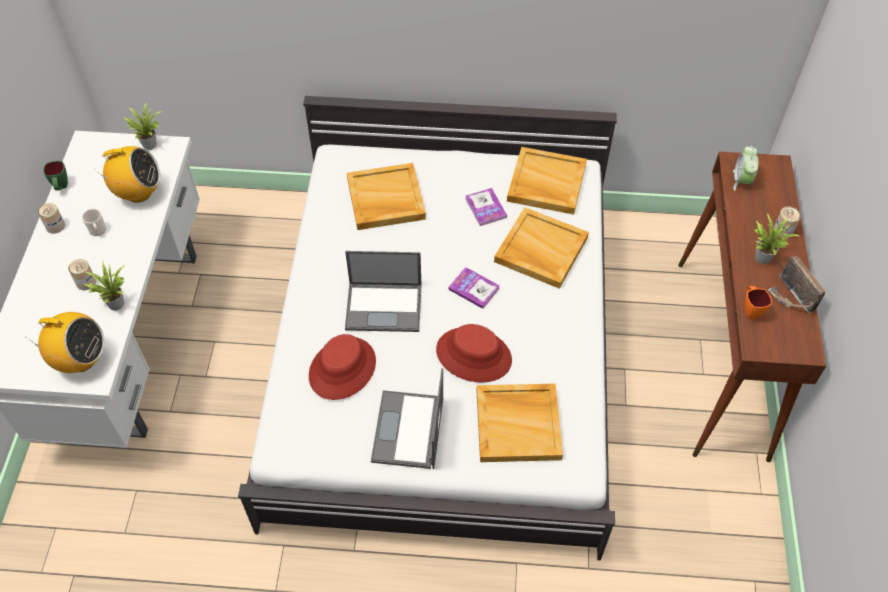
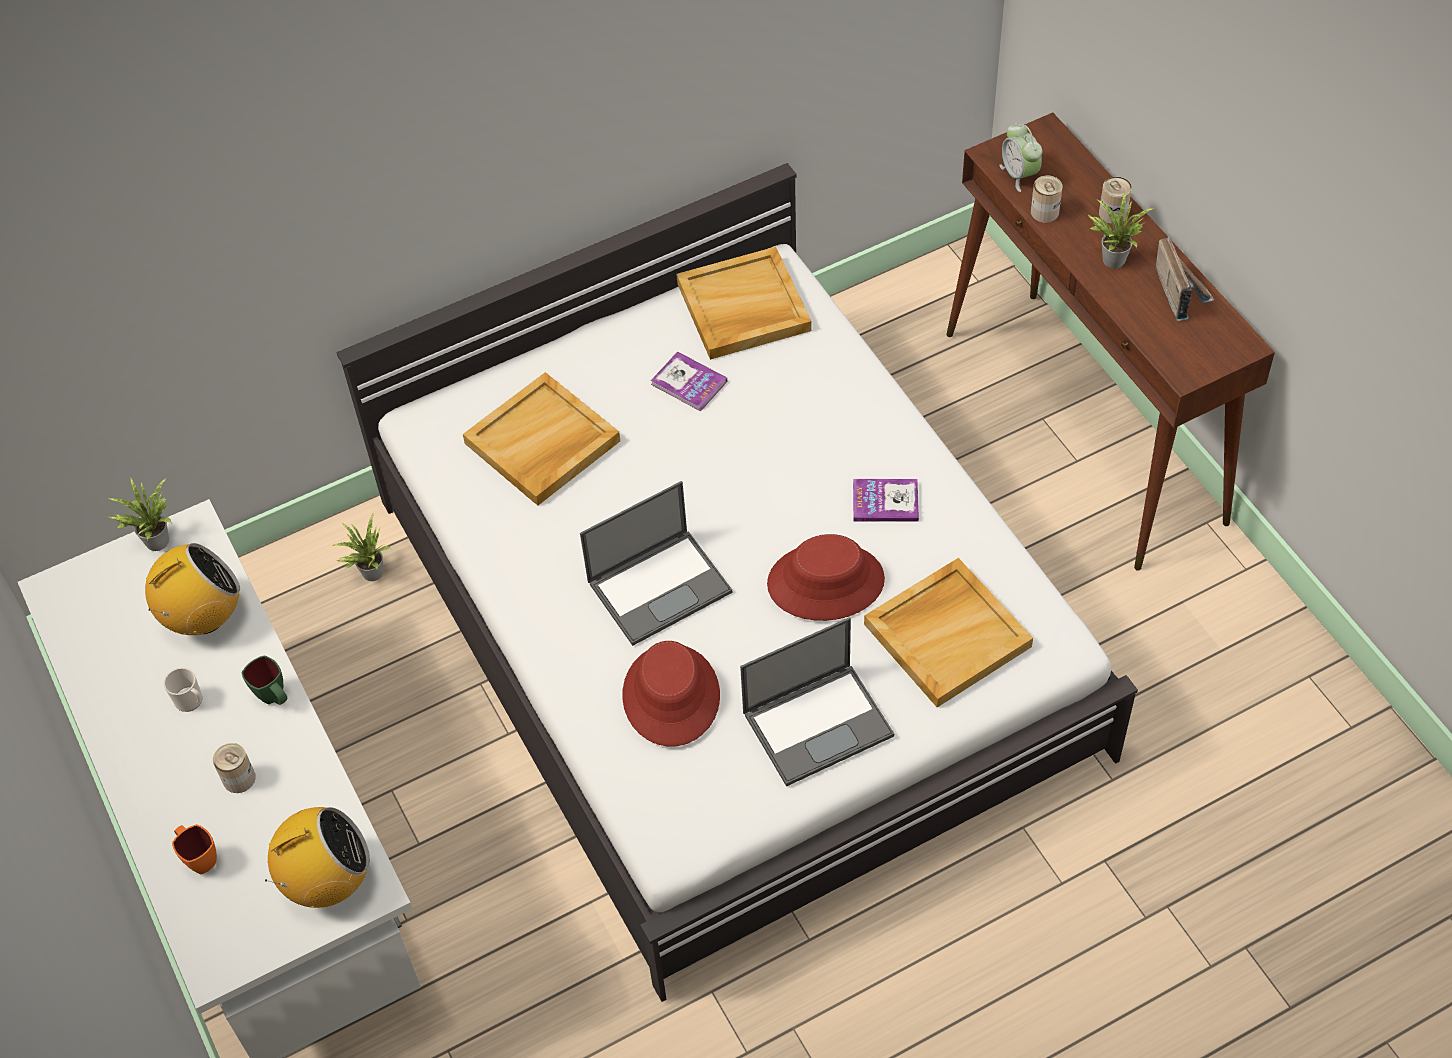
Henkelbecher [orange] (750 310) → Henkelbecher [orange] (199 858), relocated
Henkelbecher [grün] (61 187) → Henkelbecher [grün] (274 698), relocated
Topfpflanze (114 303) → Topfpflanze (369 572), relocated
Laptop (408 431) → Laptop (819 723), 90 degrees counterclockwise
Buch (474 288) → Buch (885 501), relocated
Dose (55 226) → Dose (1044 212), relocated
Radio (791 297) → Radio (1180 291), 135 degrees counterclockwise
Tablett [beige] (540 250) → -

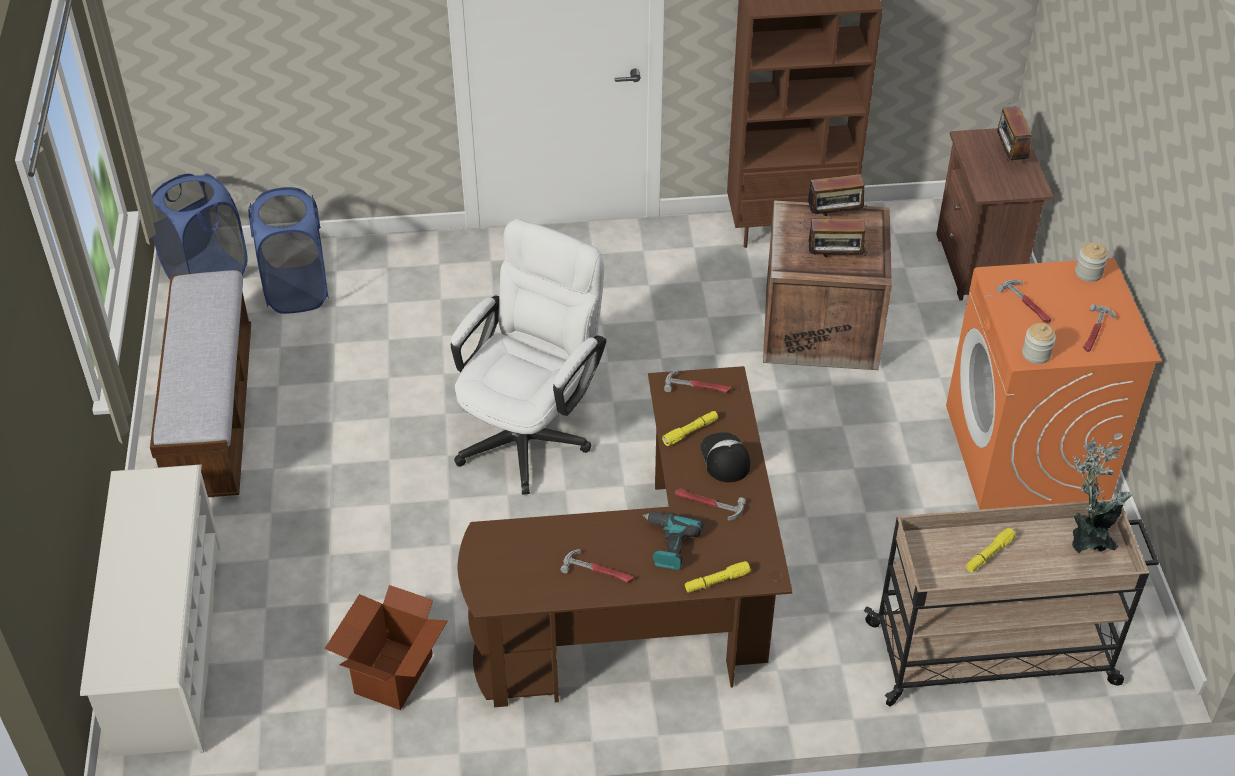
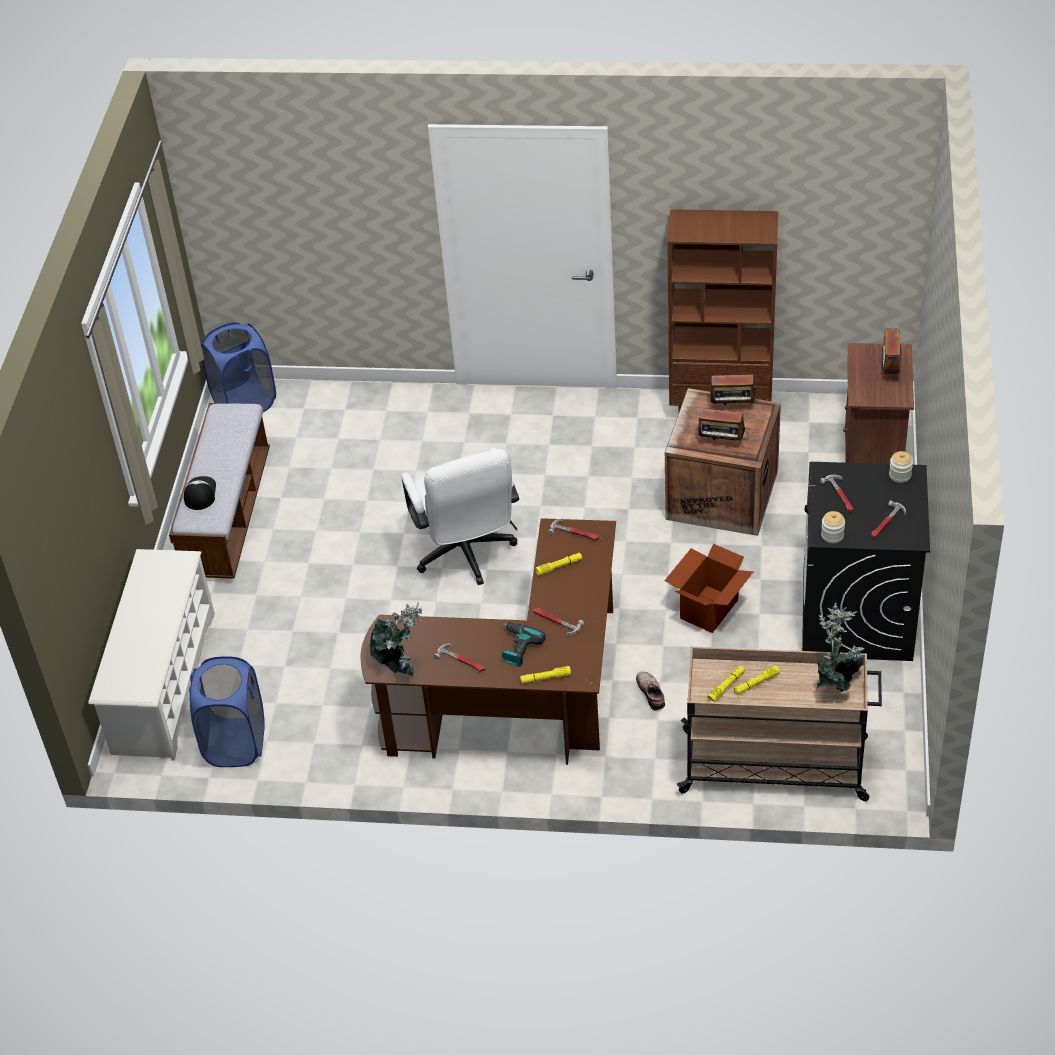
Kappe (724 458) → Kappe (200 493), relocated
Wäschekorb [blau] (297 290) → Wäschekorb [blau] (235 743), relocated
- → Topfpflanze (399 664)
Bürostuhl [weiß] (531 431) → Bürostuhl [weiß] (466 554), 120 degrees clockwise
- → Schuh (652 692)
Karton (392 674) → Karton (708 609), relocated
- → Taschenlampe [gelb] (726 687)
Waschmaschine [orange] (1027 453) → Waschmaschine [schwarz] (857 616)

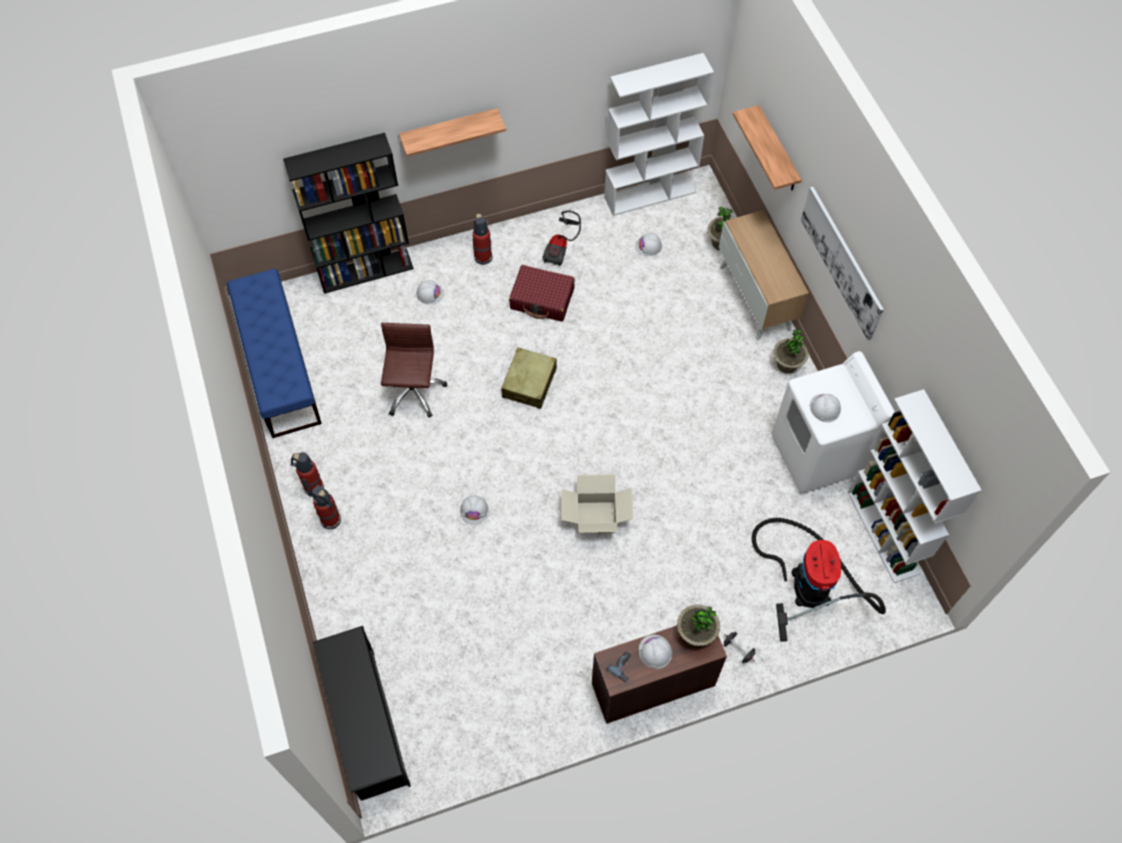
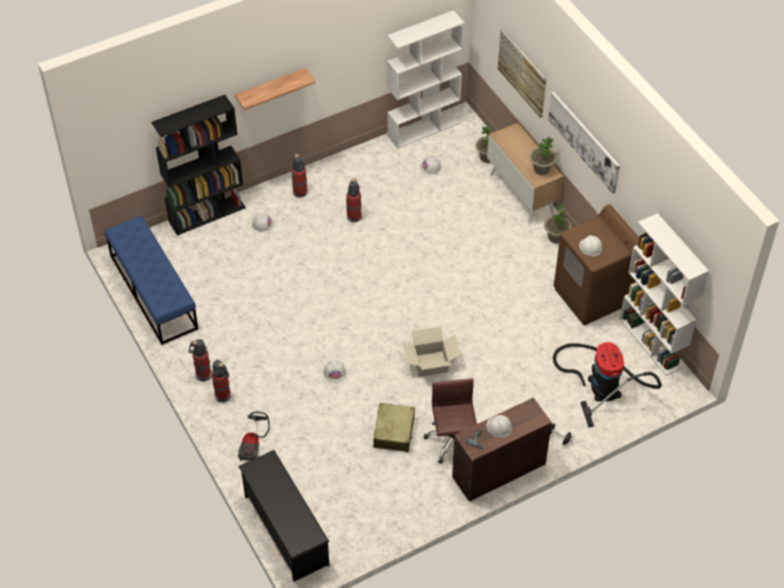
Staubsauger (561 247) → Staubsauger (254 444), relocated
Koffer [rot] (542 299) → Feuerlöscher (354 216)
Koffer [beige] (529 383) → Koffer [beige] (394 432), relocated
Bürostuhl [braun] (413 392) → Bürostuhl [braun] (452 441), relocated
Wandregal (777 150) → Bild (522 72)
Topfpflanze (695 634) → Topfpflanze (541 169), relocated
Waschmaschine [weiß] (818 455) → Waschmaschine [braun] (592 296)

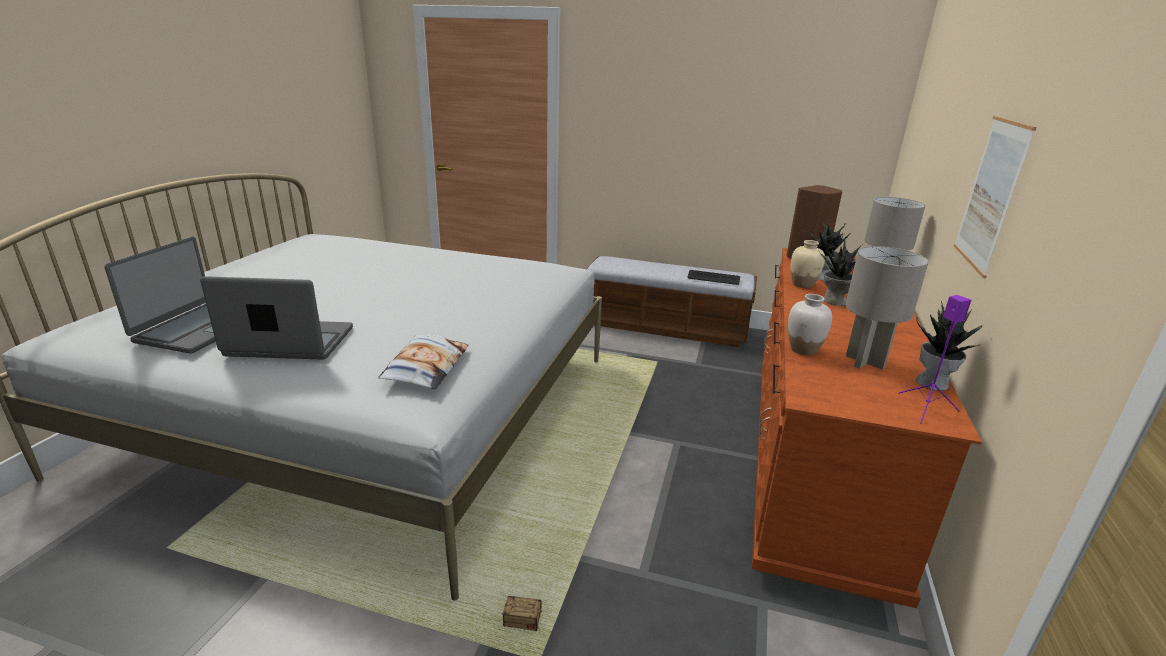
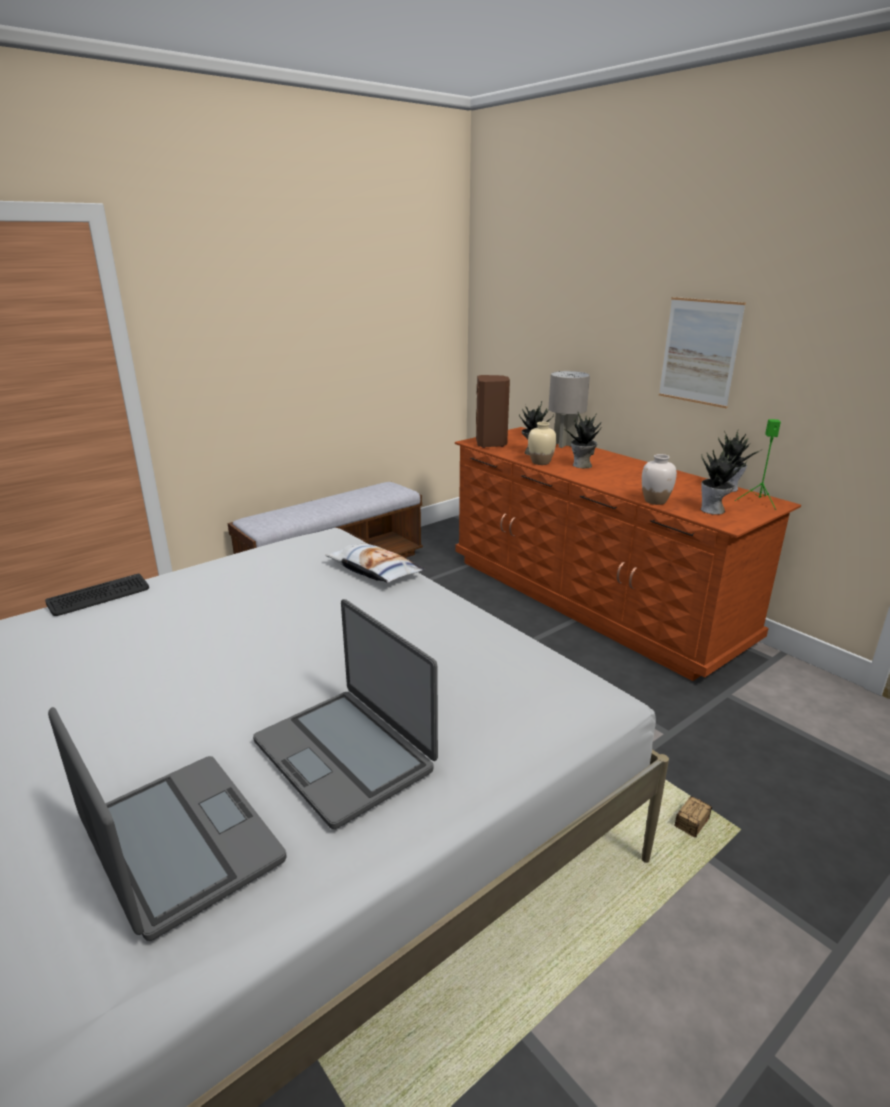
Tastatur (713 278) → Tastatur (99 596), relocated
Laptop (289 343) → Laptop (345 754), 75 degrees counterclockwise
Kissen (426 367) → Kissen (374 570), relocated
- → Topfpflanze (713 510)
Lautsprecher [lila] (926 408) → Lautsprecher [grün] (758 501)
Tischlampe [grau] (865 362) → -

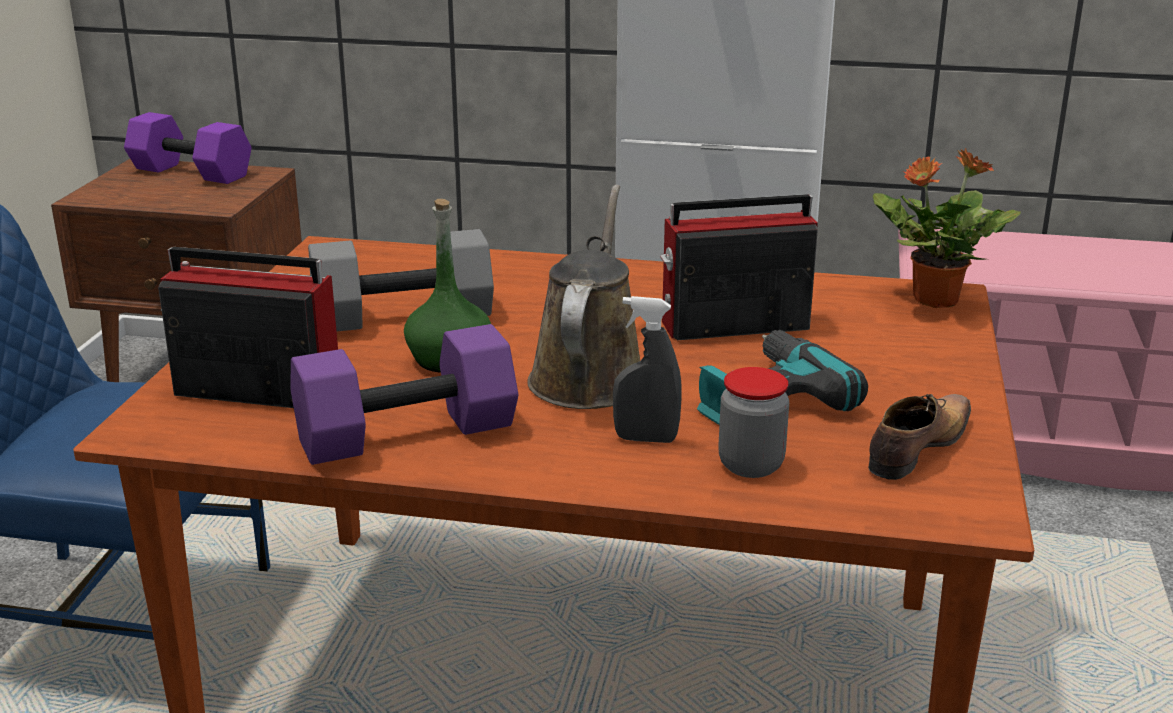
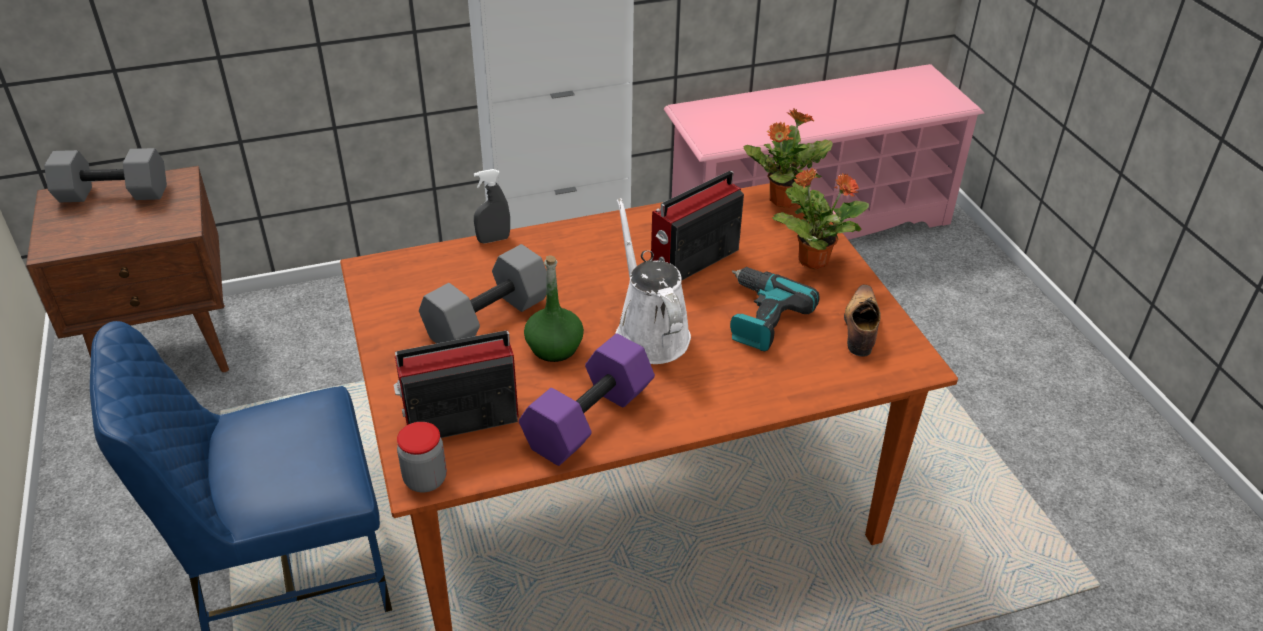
Hantel [lila] (188 173) → Hantel [grau] (112 195)
Vorratsglas (750 465) → Vorratsglas (425 479), relocated
Sprühflasche [grau] (646 439) → Sprühflasche [grau] (493 239), relocated
Gießkanne [braun] (589 376) → Gießkanne [weiß] (649 332)
- → Topfpflanze (812 259)

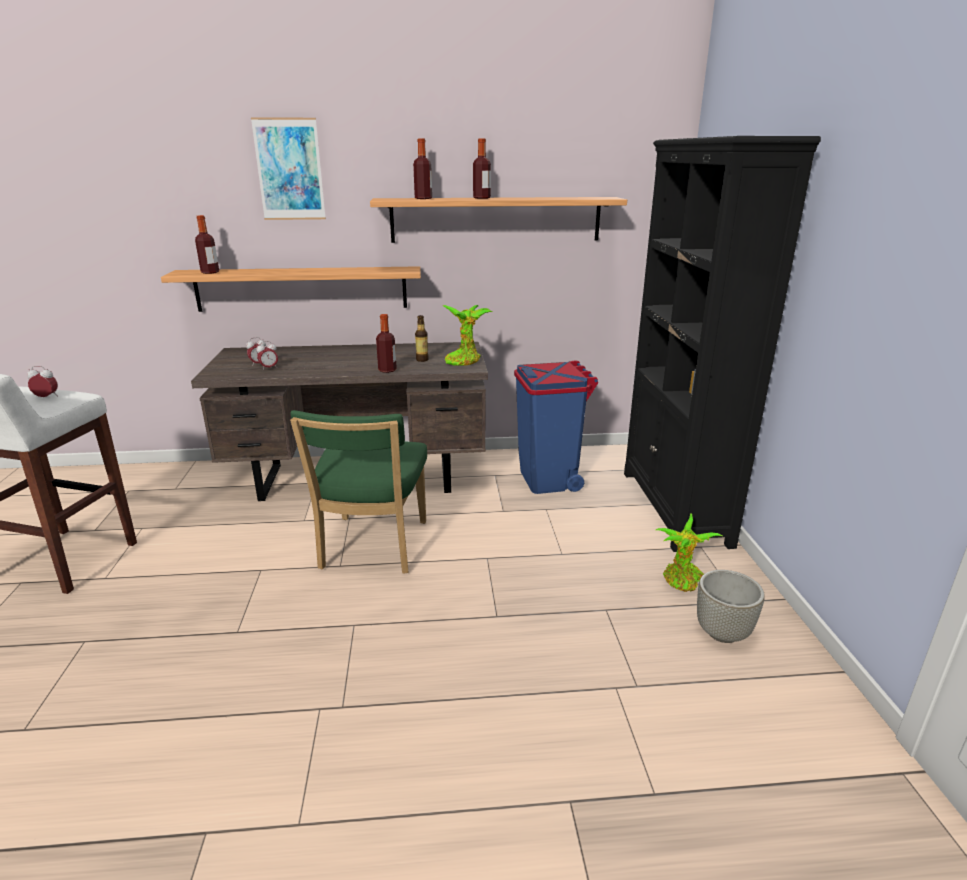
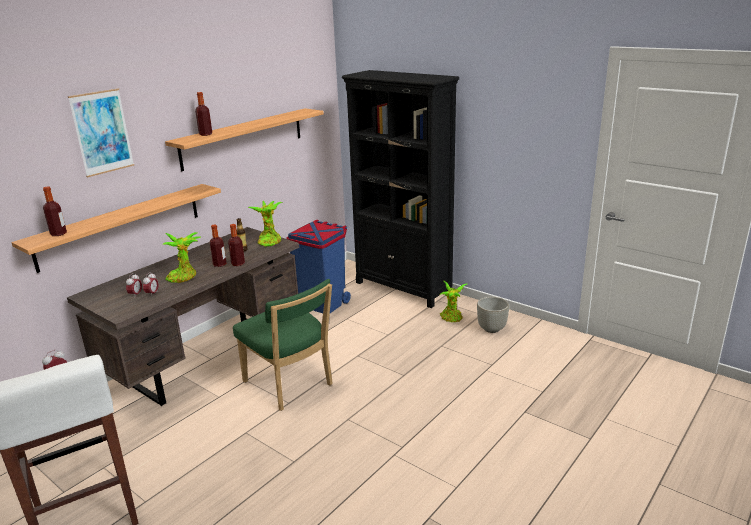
- → Topfpflanze (184 277)
Flasche (481 198) → Flasche (219 264), relocated

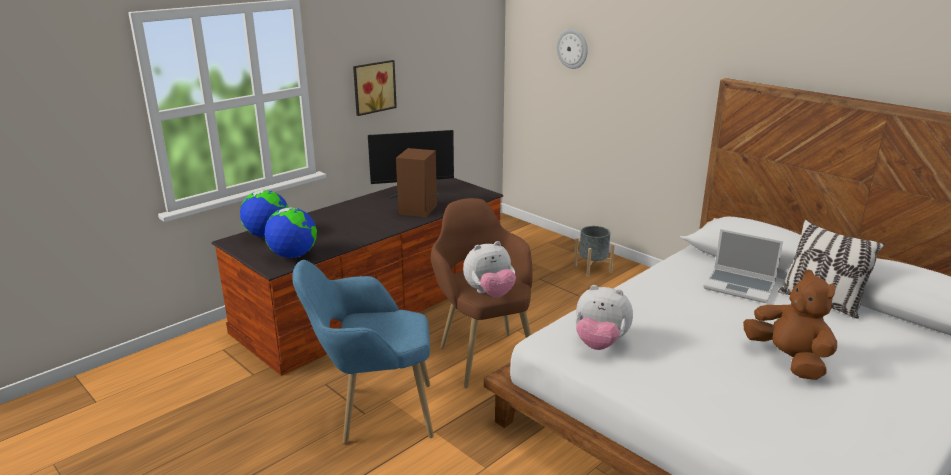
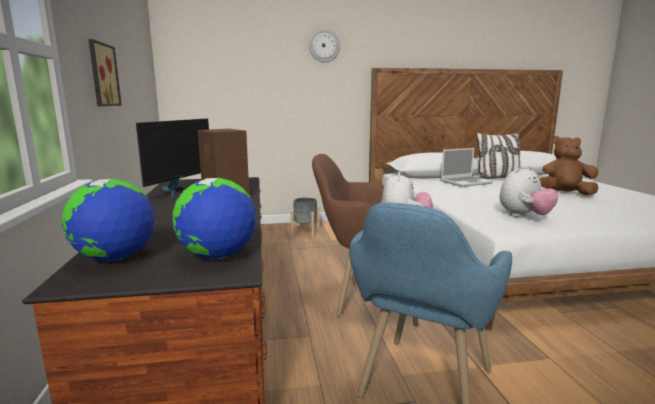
Wanduhr (572 49) → Wanduhr (324 46), relocated

